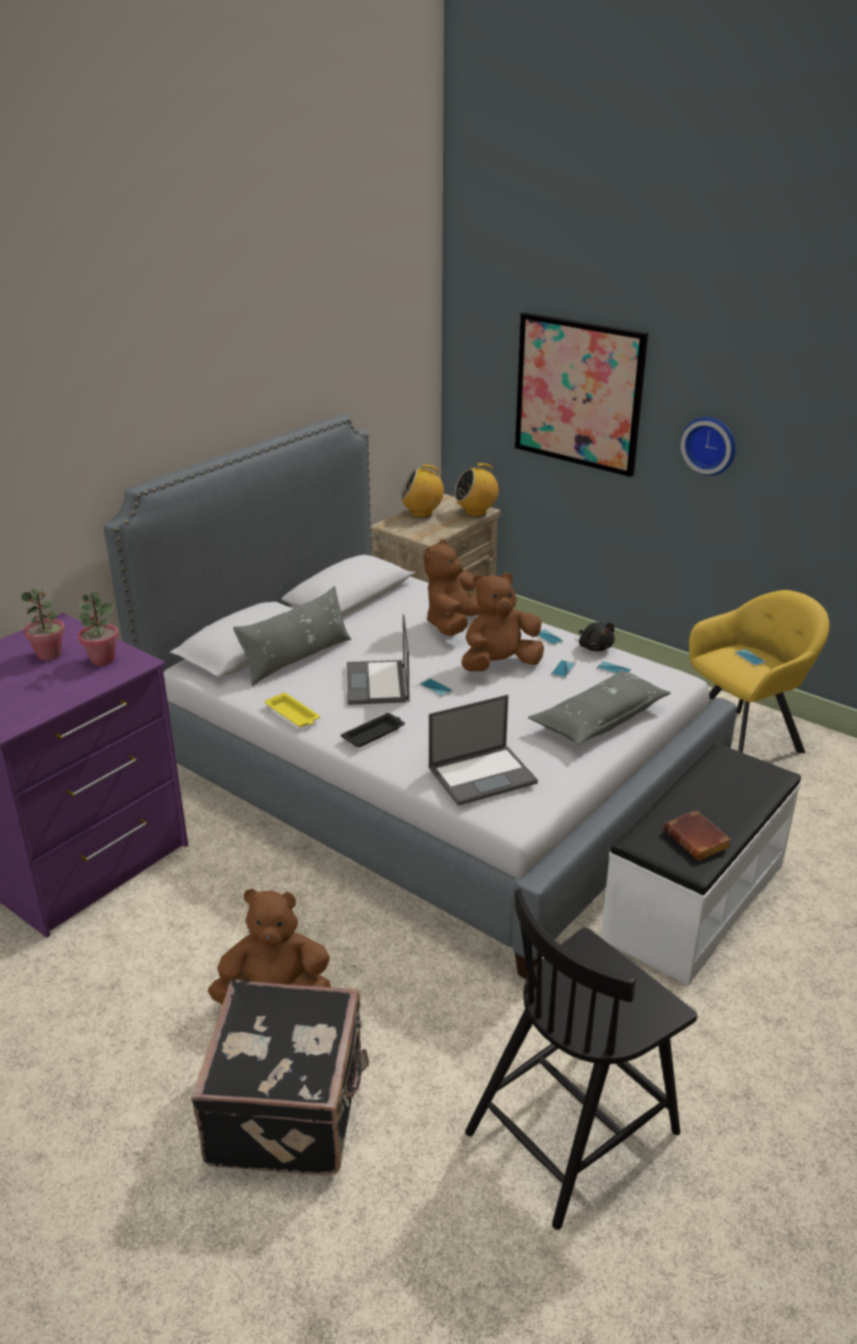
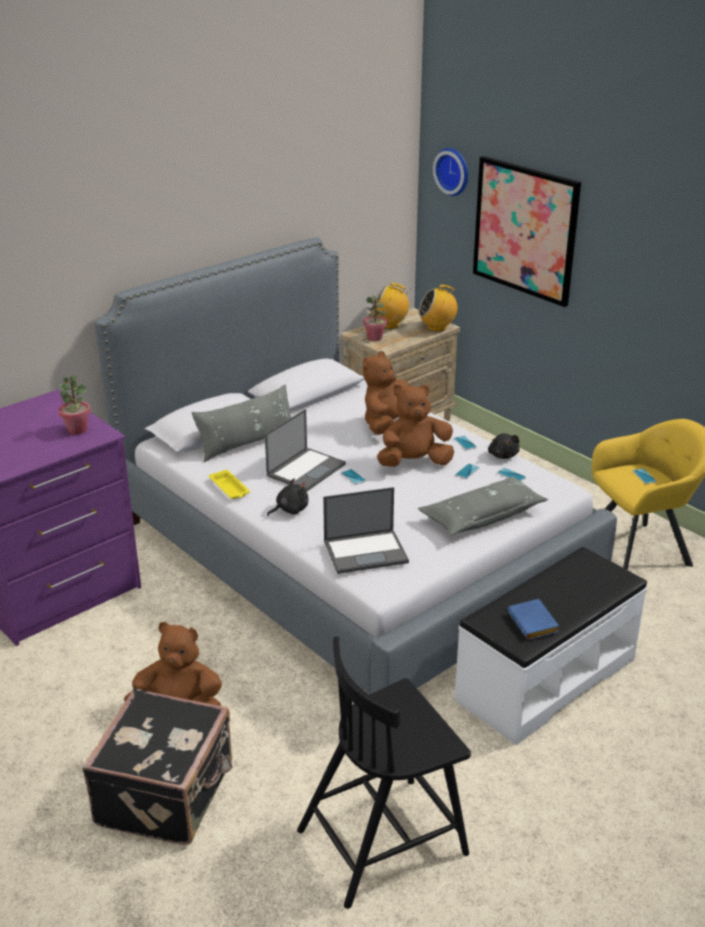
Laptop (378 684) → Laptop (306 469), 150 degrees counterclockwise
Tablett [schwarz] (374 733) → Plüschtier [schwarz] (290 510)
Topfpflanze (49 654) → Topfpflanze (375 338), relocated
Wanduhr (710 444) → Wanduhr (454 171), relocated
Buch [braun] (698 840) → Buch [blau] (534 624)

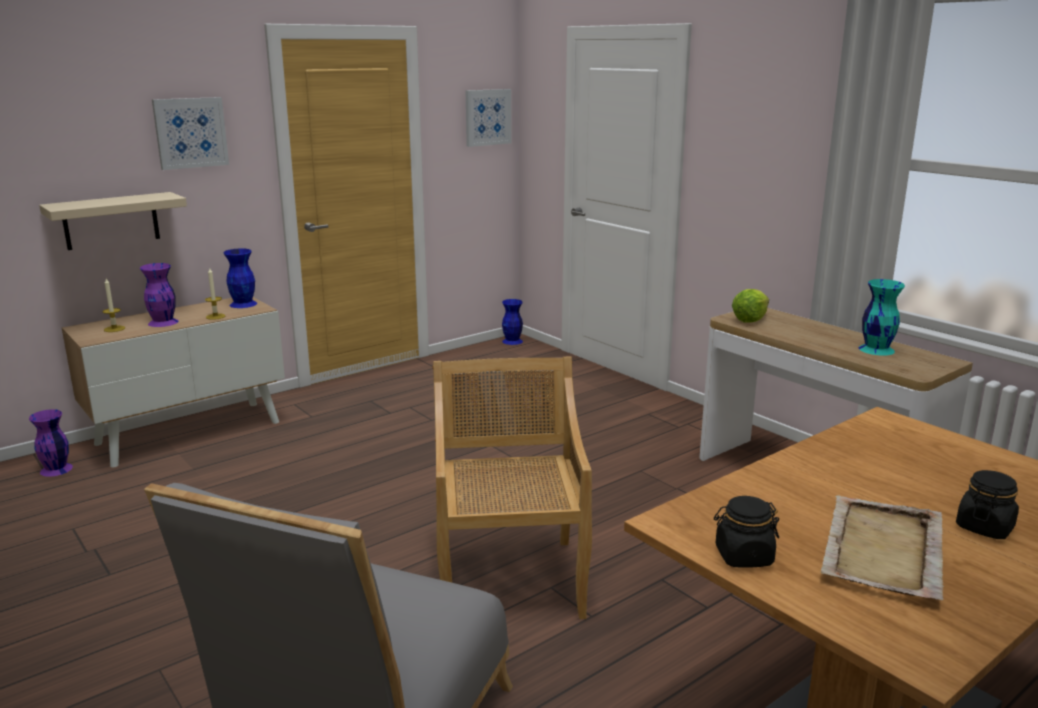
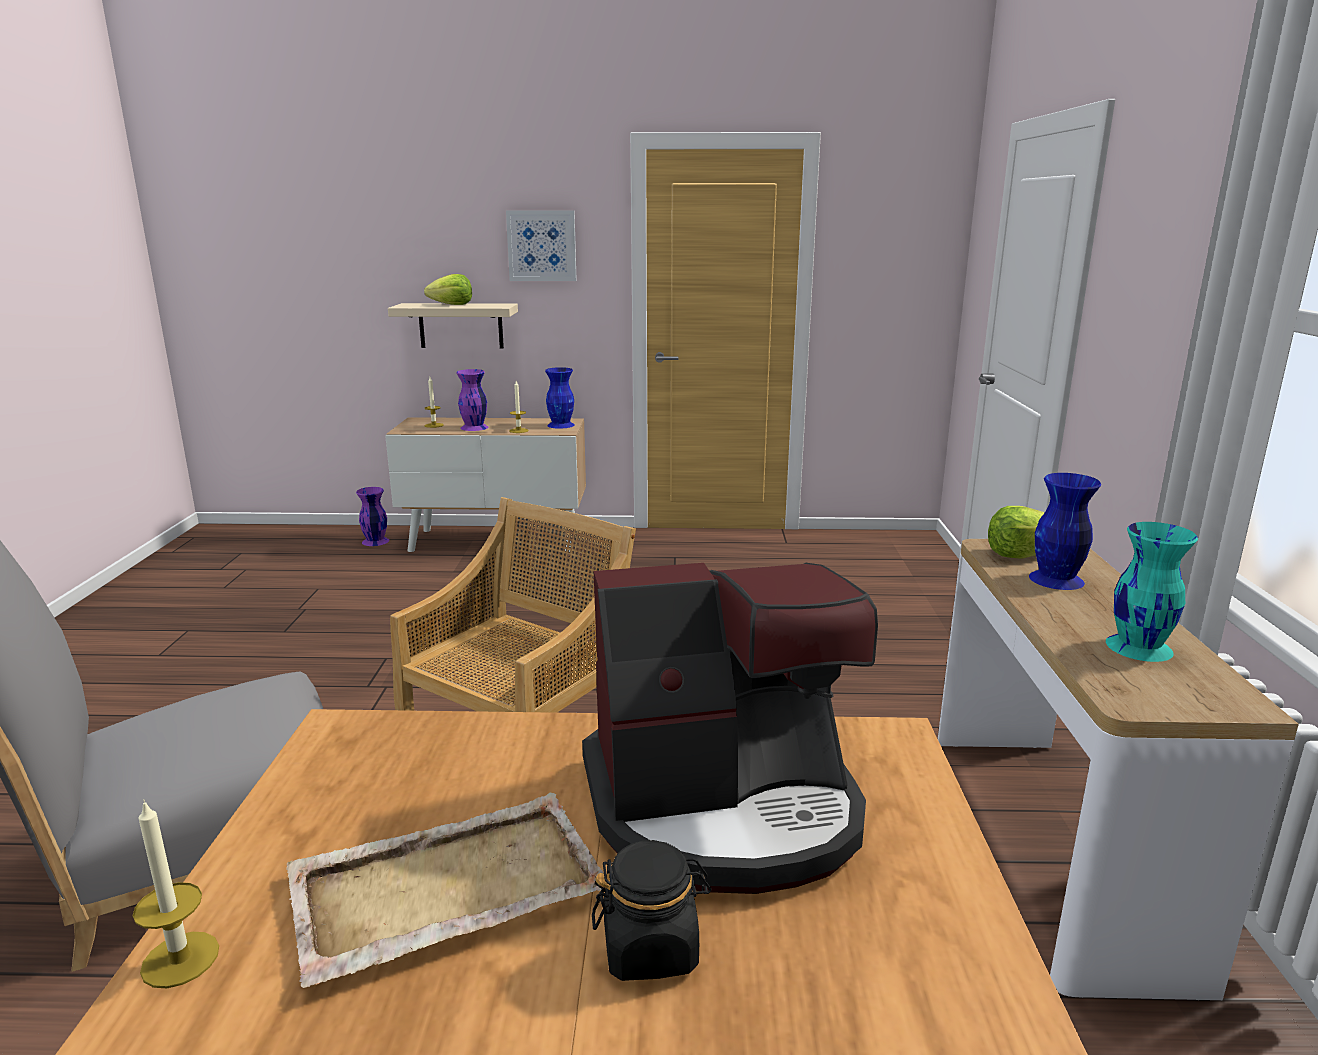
- → Kerze (180 959)
- → Salatkopf (452 304)
- → Kaffeemaschine (725 807)
Vase [blau] (512 341) → Vase [blau] (1055 579), relocated
Bild (487 117) → -
Vorratsglas [schwarz] (743 556) → -

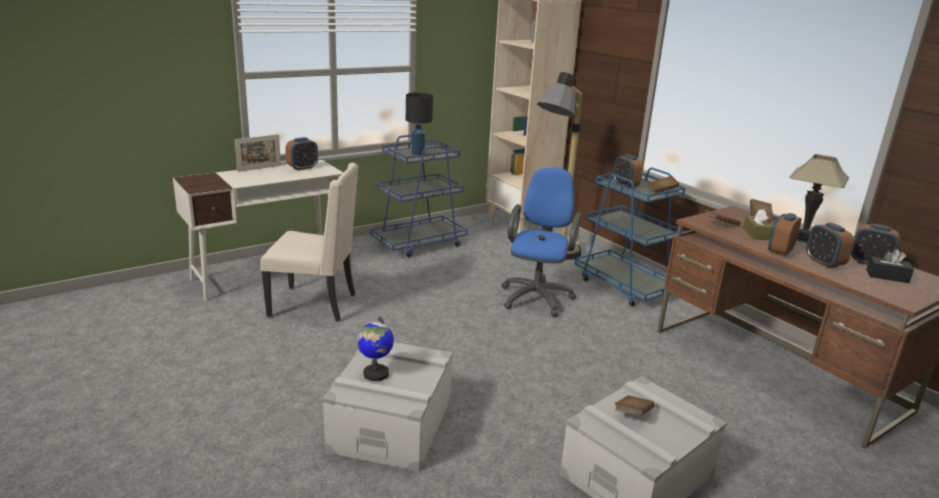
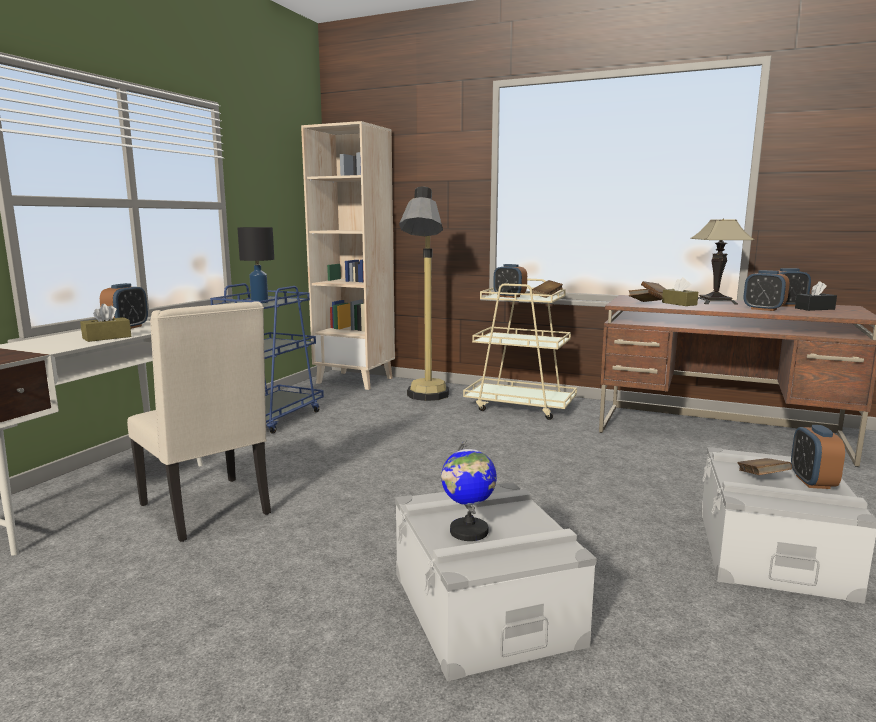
- → Taschentuchbox [braun] (107 337)
Stuhl [beige] (315 304) → Stuhl [beige] (208 509), 75 degrees clockwise
Rollwagen [blau] (624 286) → Rollwagen [beige] (520 407)
Wecker (780 251) → Wecker (812 482), relocated
Bilderrahmen (259 168) → -
Bürostuhl [blau] (537 296) → -

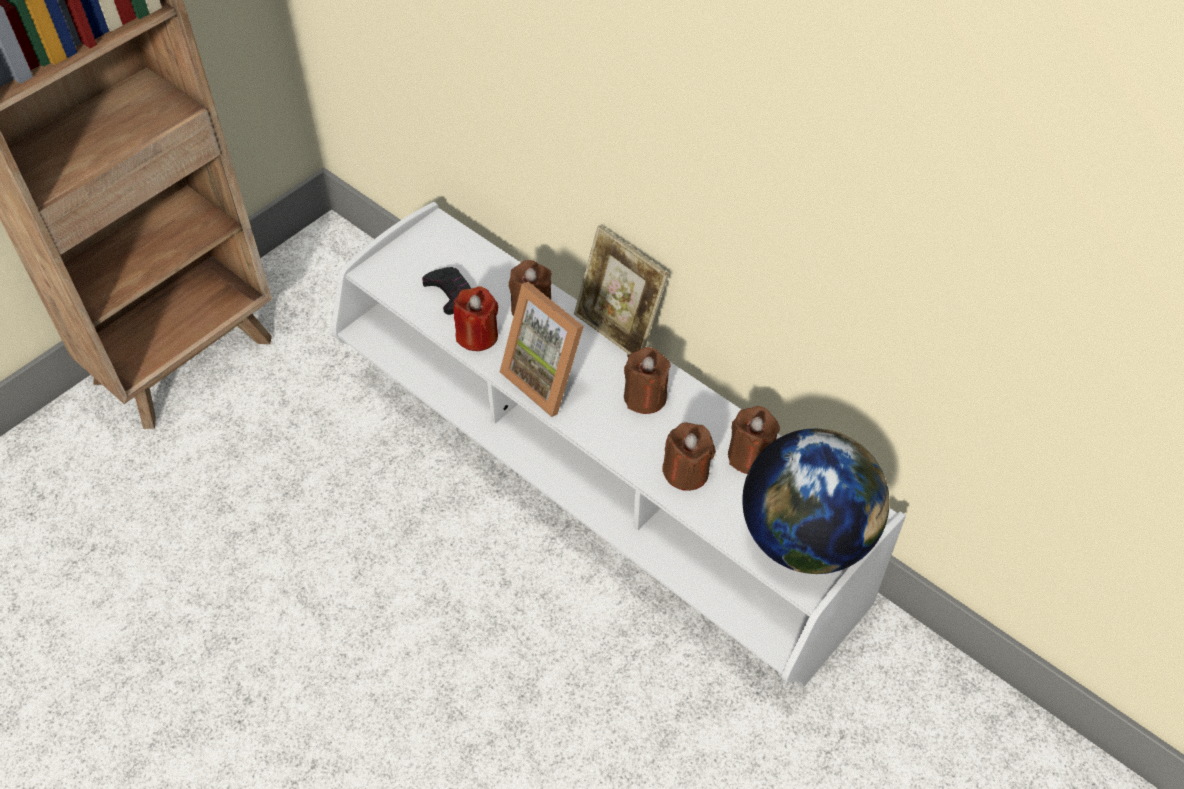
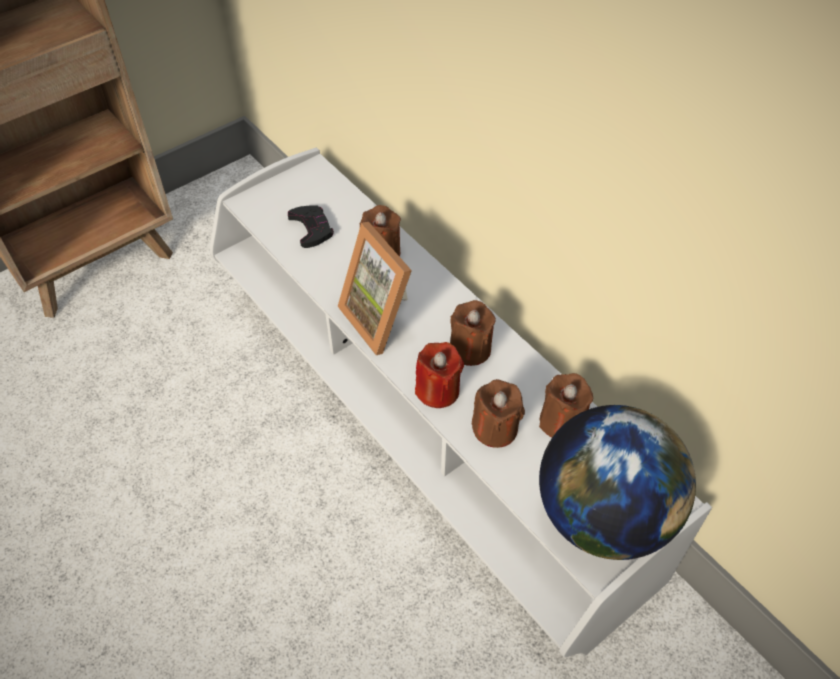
Kerze [rot] (477 336) → Kerze [rot] (437 390), relocated
Bilderrahmen (618 329) → -

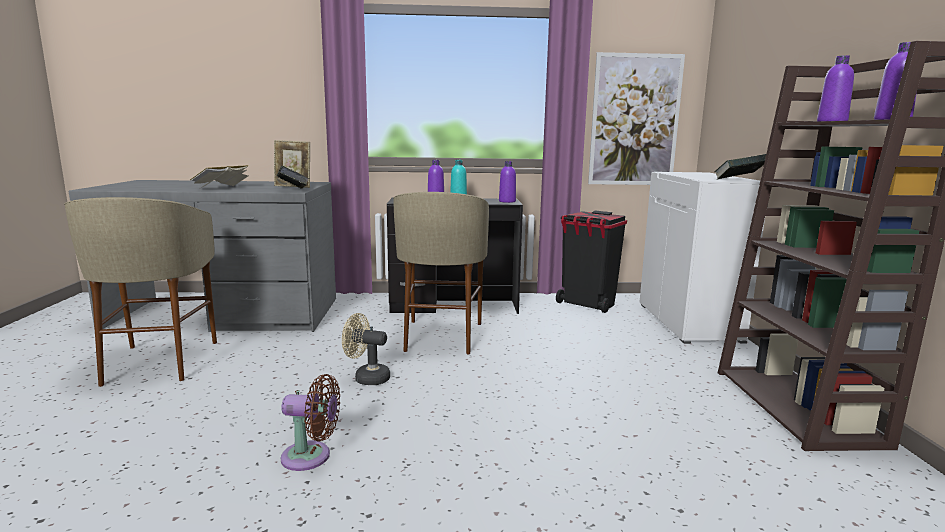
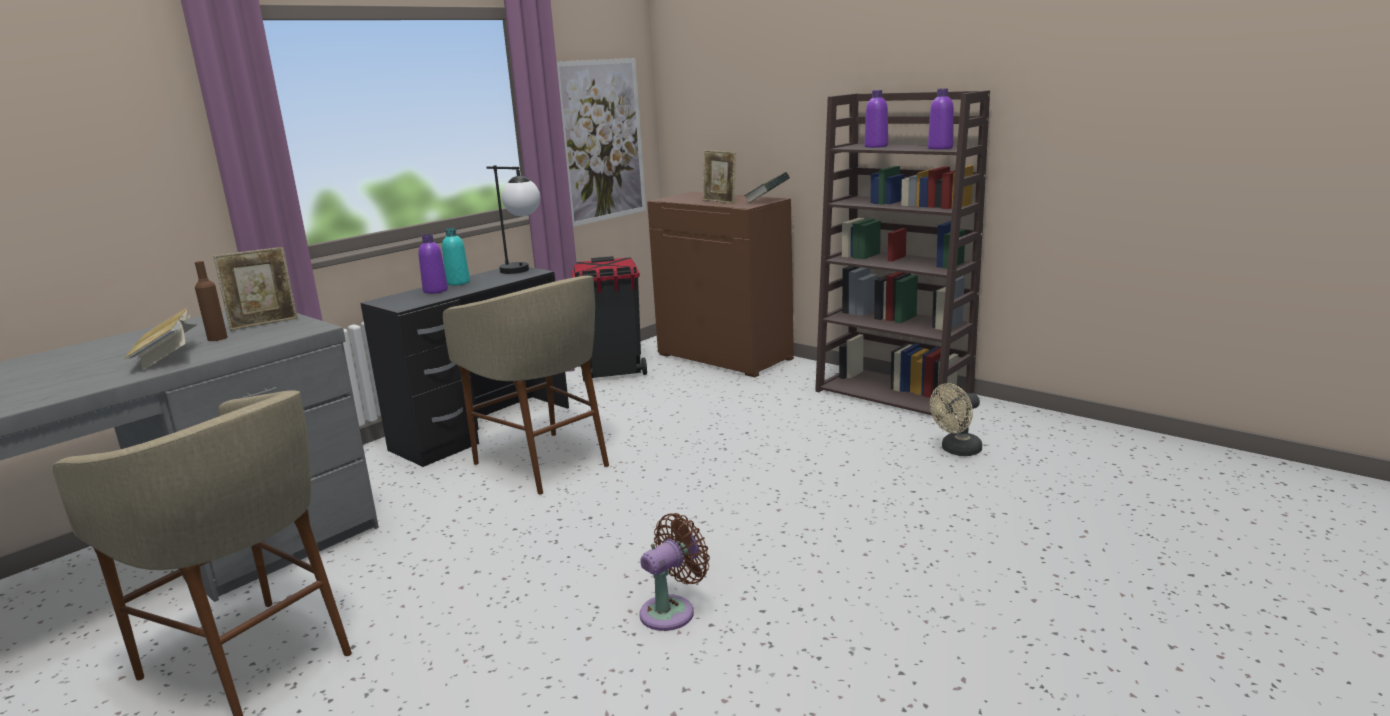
- → Flasche [braun] (217 338)
Flasche [lila] (507 201) → Tischlampe (523 271)
Schrank [weiß] (689 322) → Schrank [braun] (726 356)
- → Bilderrahmen (720 202)
Ventilator [beige] (367 378) → Ventilator [beige] (957 451), relocated
Buch (293 190) → -

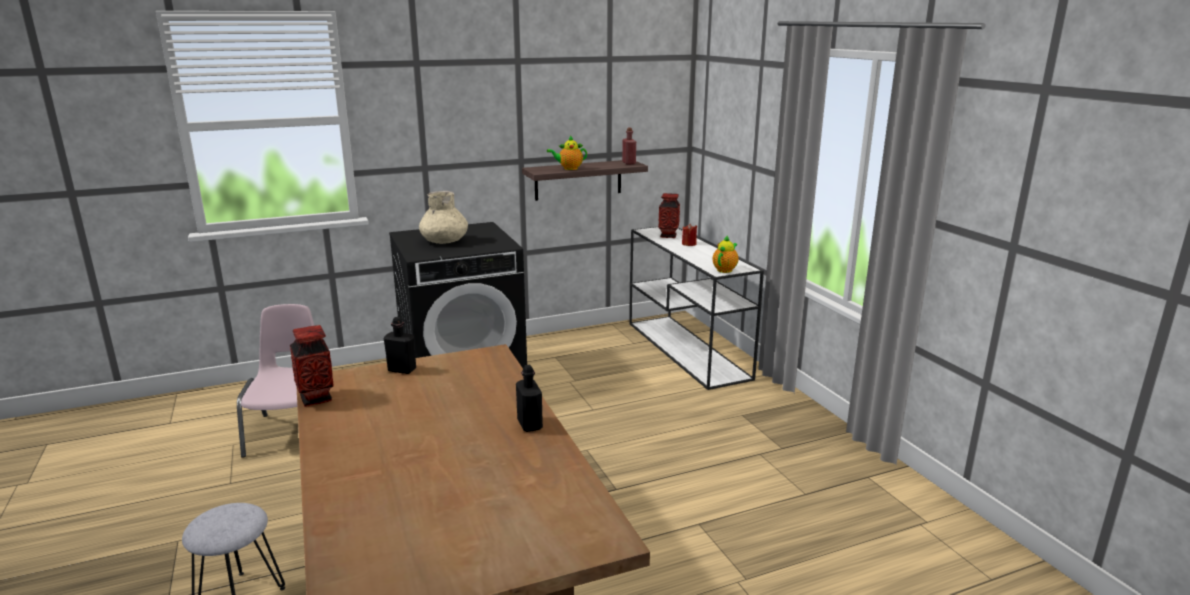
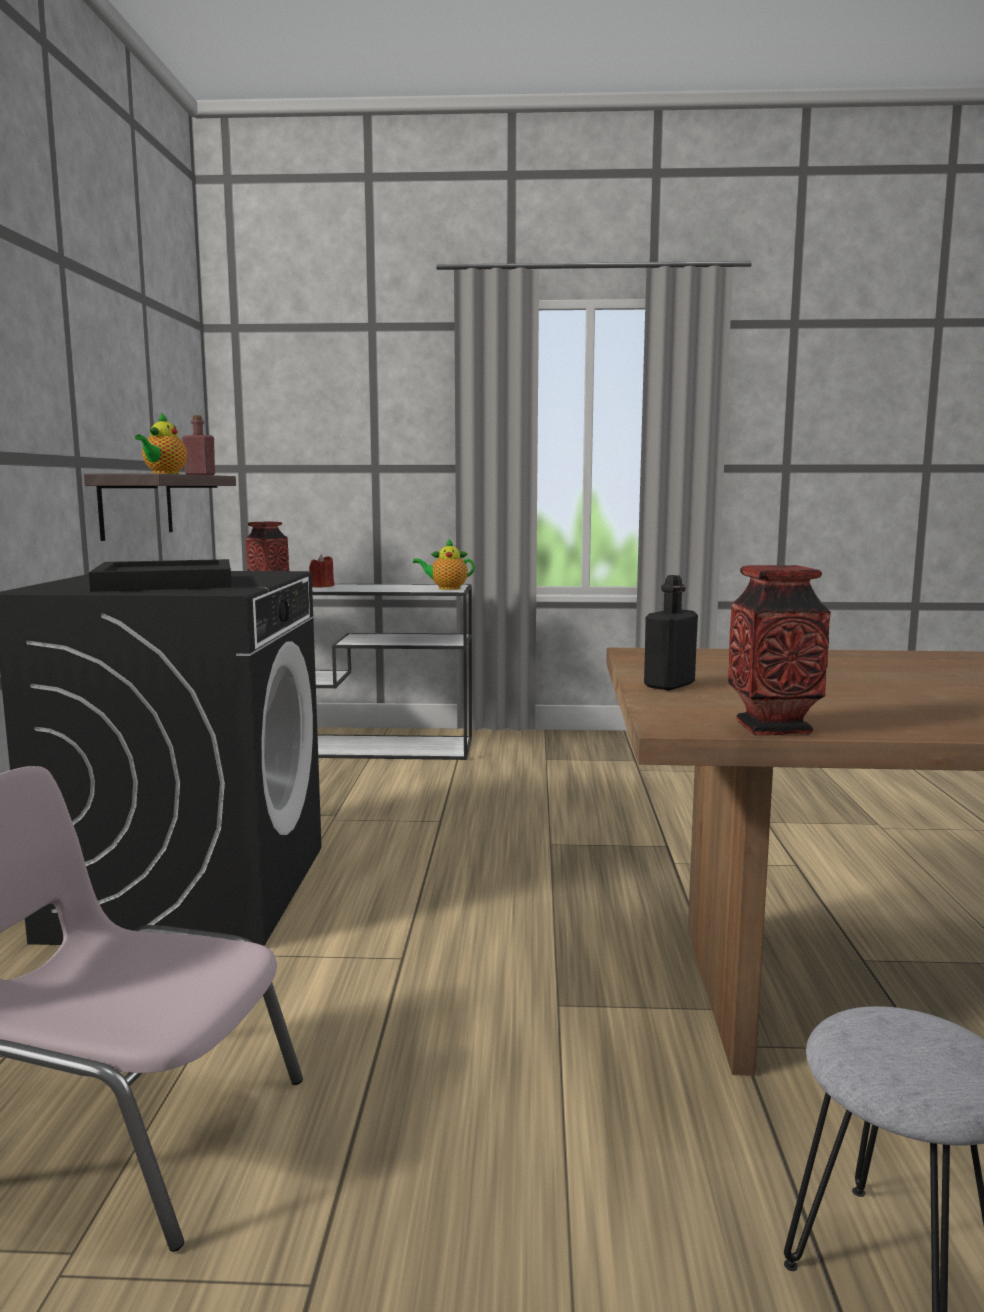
Vase [beige] (444 241) → Tablett [schwarz] (164 582)
Teekanne (725 269) → Teekanne (446 588), 60 degrees counterclockwise
Flasche [schwarz] (529 424) → -

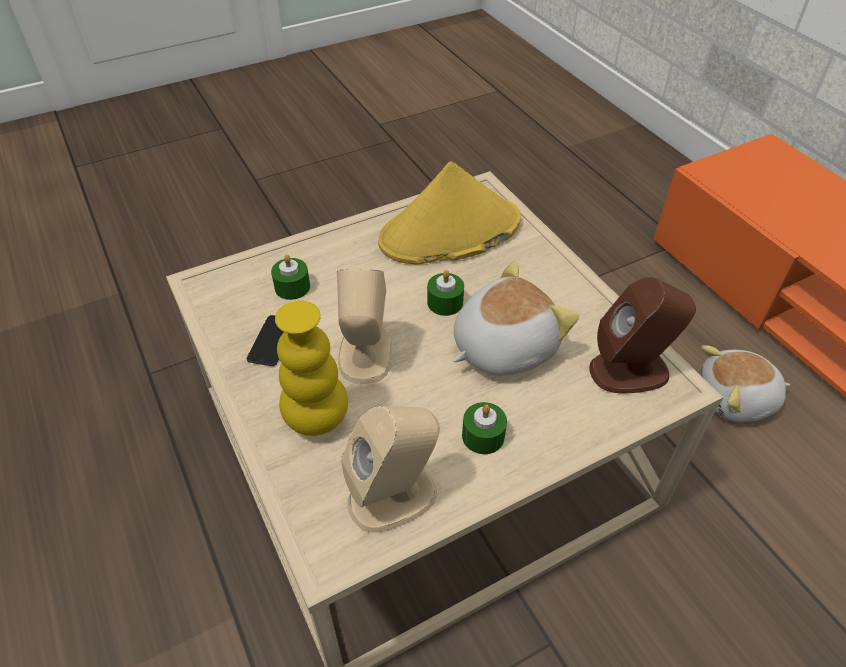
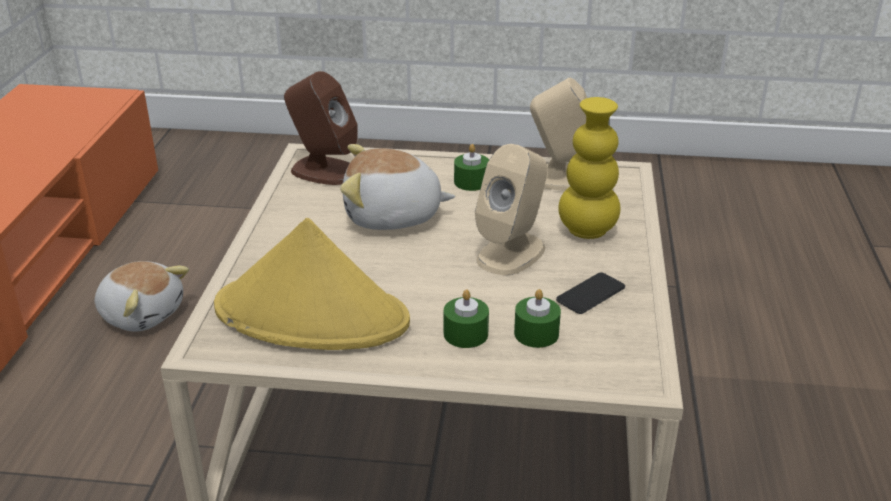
Kerze [grün] (445 302) → Kerze [grün] (465 334), relocated

